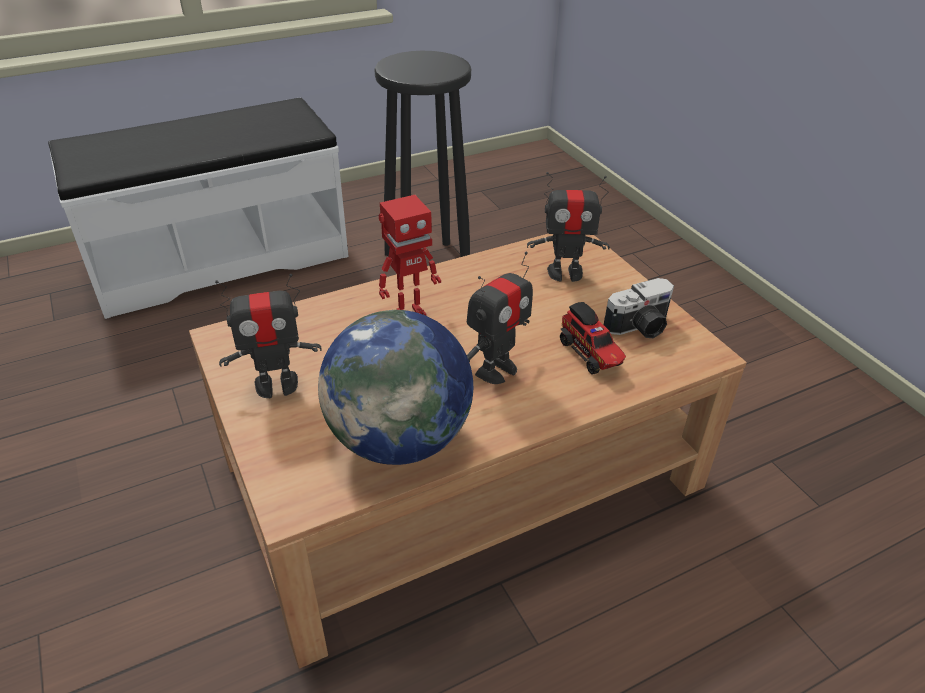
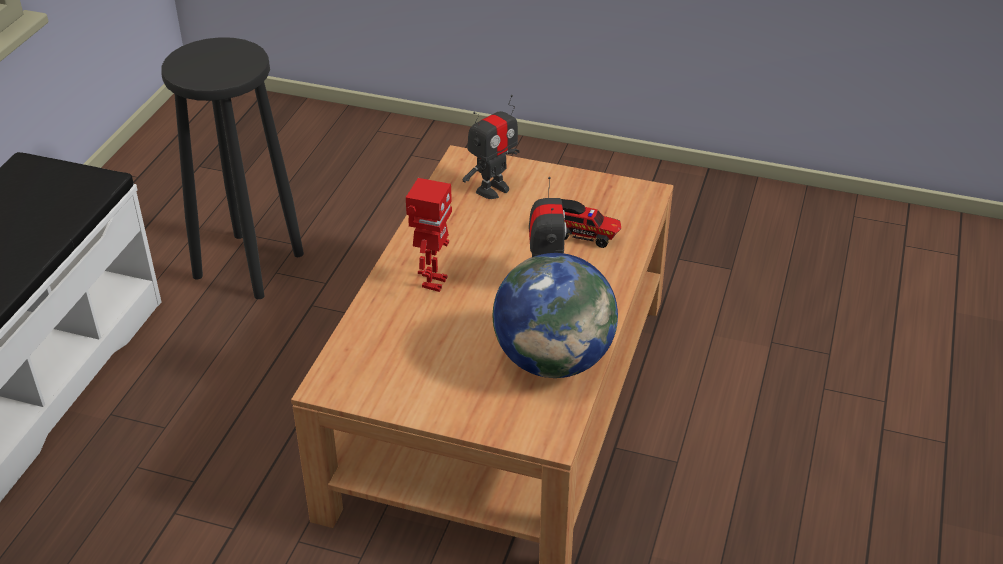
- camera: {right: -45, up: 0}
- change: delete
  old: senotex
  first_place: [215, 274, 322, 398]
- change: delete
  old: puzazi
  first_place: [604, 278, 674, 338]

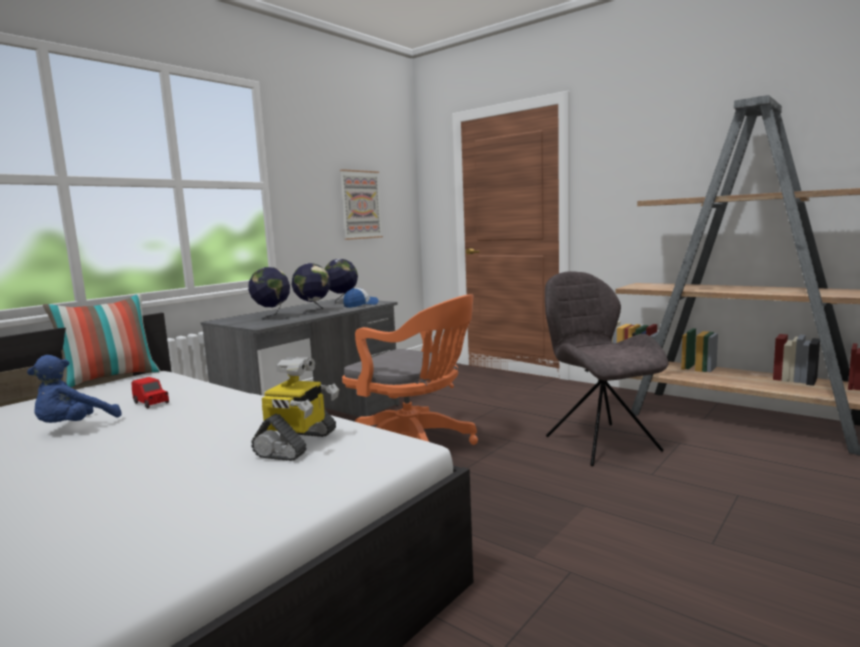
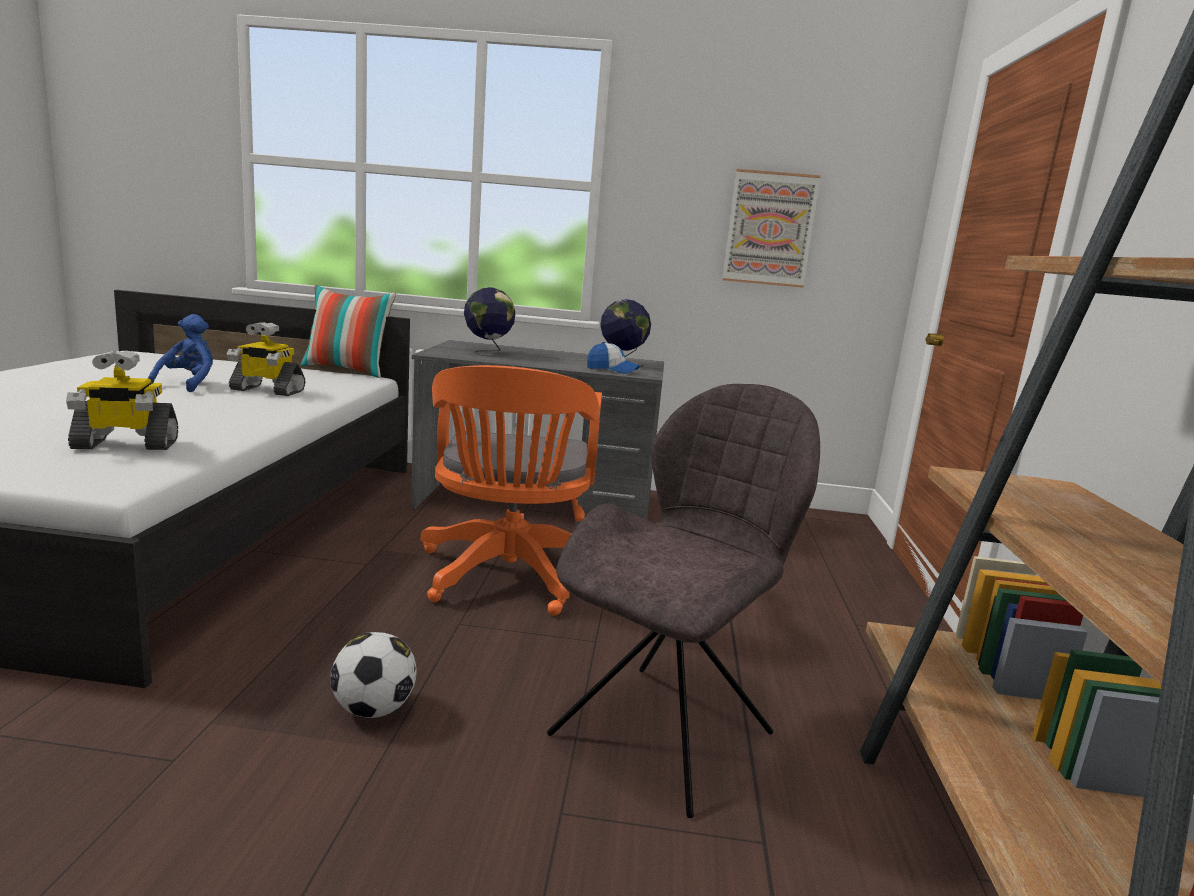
- camera: {right: 55, up: 5}
- change: delete
  old: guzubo
  first_place: [291, 263, 331, 314]
- change: rotate
  old: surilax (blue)
  first_place: [27, 355, 122, 423]
  second_place: [148, 314, 213, 392]
  degrees: 105
- change: replace
  old: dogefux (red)
  new: senotex
  first_place: [131, 377, 169, 408]
  second_place: [227, 322, 305, 396]
- change: insert
  new: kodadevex
  second_place: [330, 632, 417, 718]

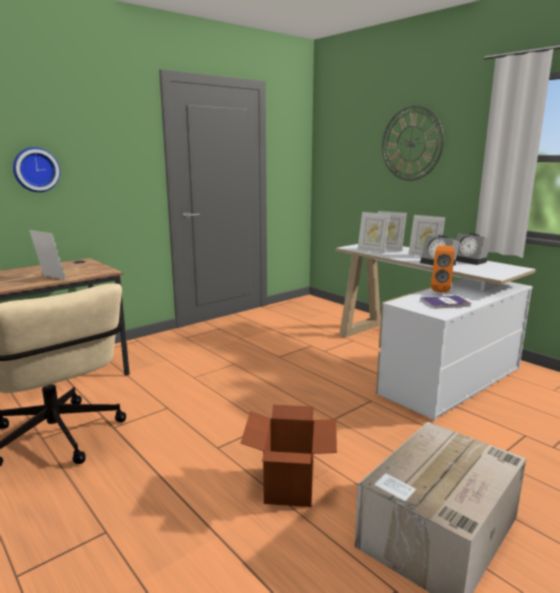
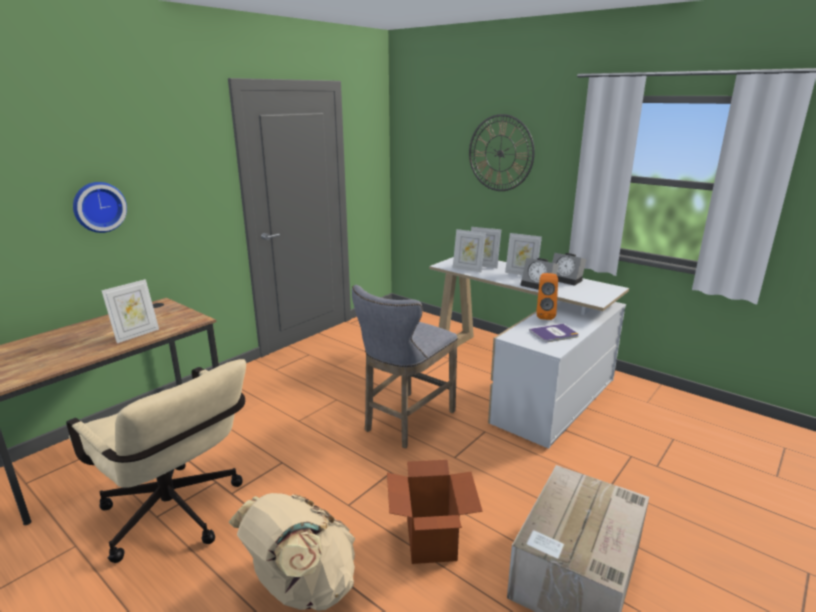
- camera: {right: -10, up: 5}
- change: rotate
  old: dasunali
  first_place: [29, 230, 66, 280]
  second_place: [101, 279, 159, 343]
  degrees: 105
- change: insert
  new: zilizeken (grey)
  second_place: [352, 285, 458, 448]
- change: insert
  new: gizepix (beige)
  second_place: [229, 493, 355, 611]

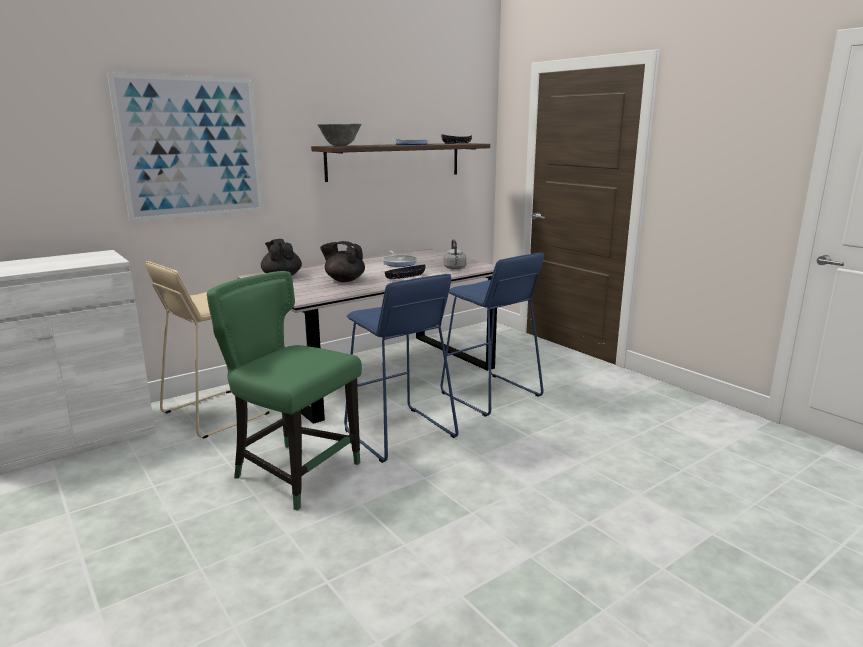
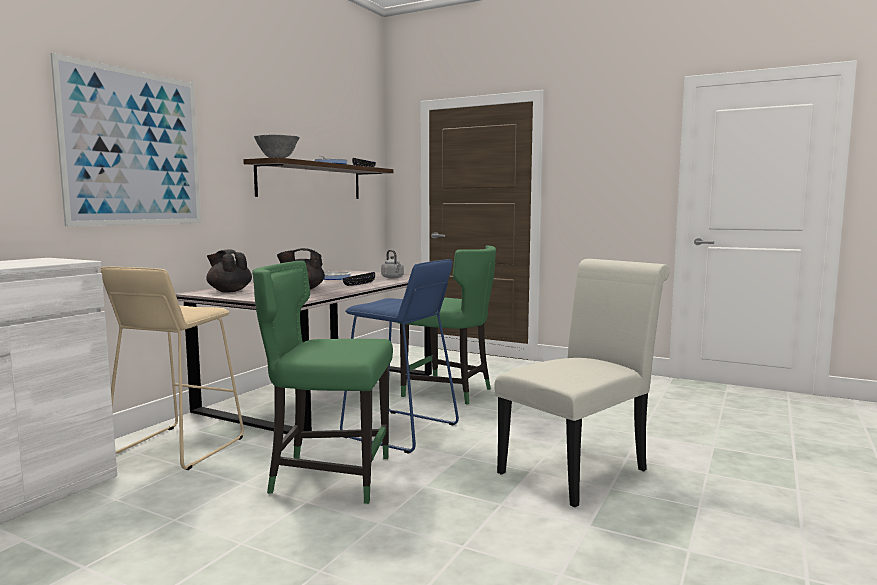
- camera: {right: -25, up: -10}
- change: replace
  old: zilizeken (blue)
  new: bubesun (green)
  first_place: [441, 253, 544, 417]
  second_place: [399, 245, 496, 405]
- change: insert
  new: bubesun (white)
  second_place: [494, 259, 670, 507]

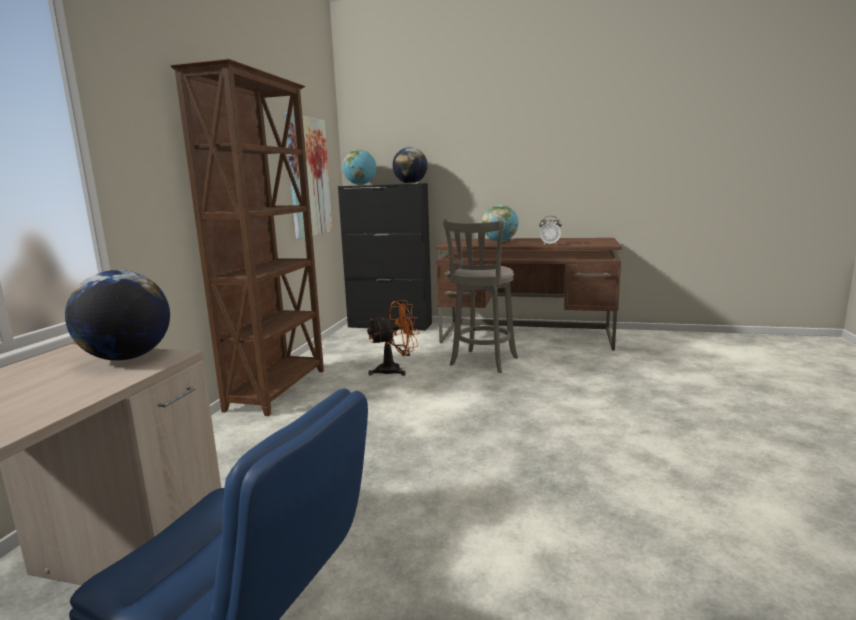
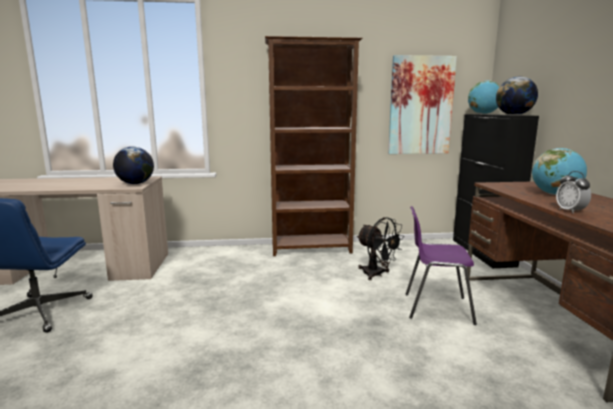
- camera: {right: 70, up: 0}
- change: replace
  old: zilizeken (grey)
  new: bubesun (purple)
  first_place: [443, 219, 518, 373]
  second_place: [405, 206, 477, 325]
- change: recolor
  old: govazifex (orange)
  new: govazifex (black)
  first_place: [367, 300, 419, 376]
  second_place: [357, 217, 404, 280]

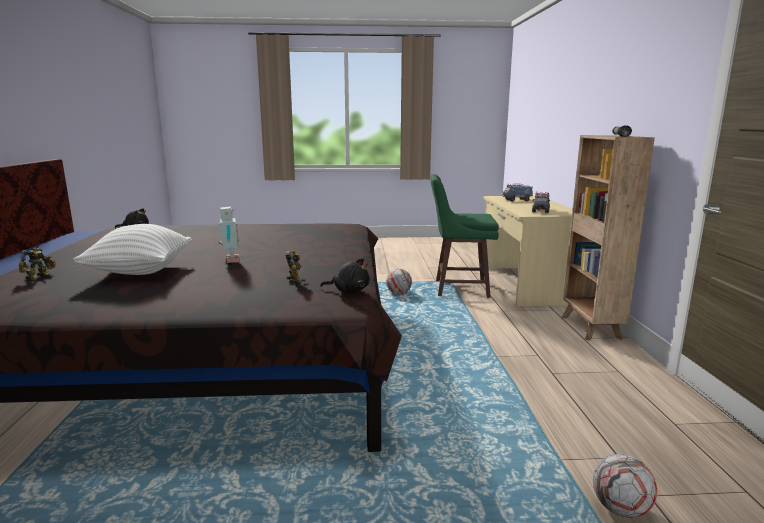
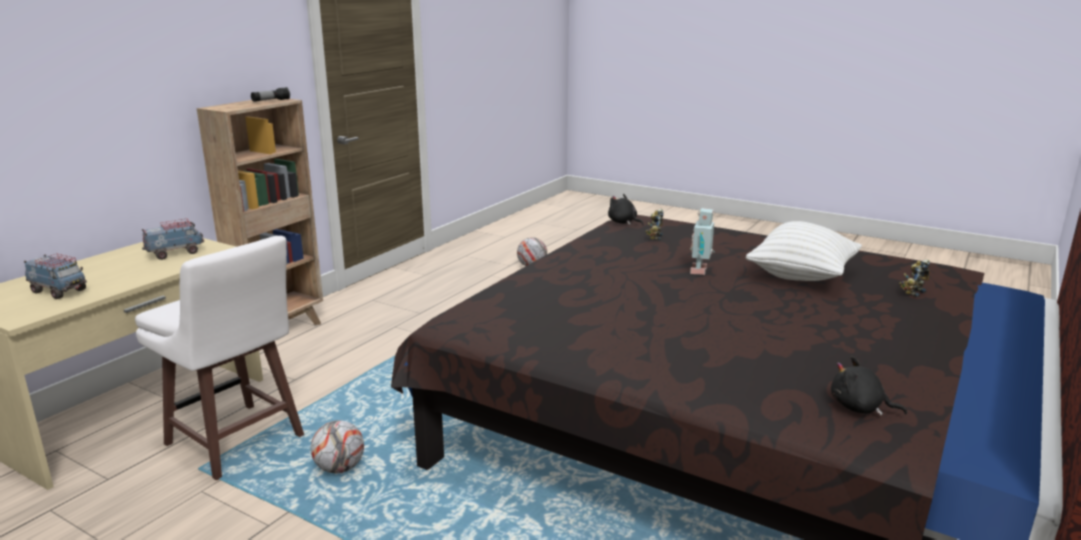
- camera: {right: -145, up: 5}
- change: recolor
  old: zilizeken (green)
  new: zilizeken (white)
  first_place: [430, 174, 499, 298]
  second_place: [135, 236, 304, 481]

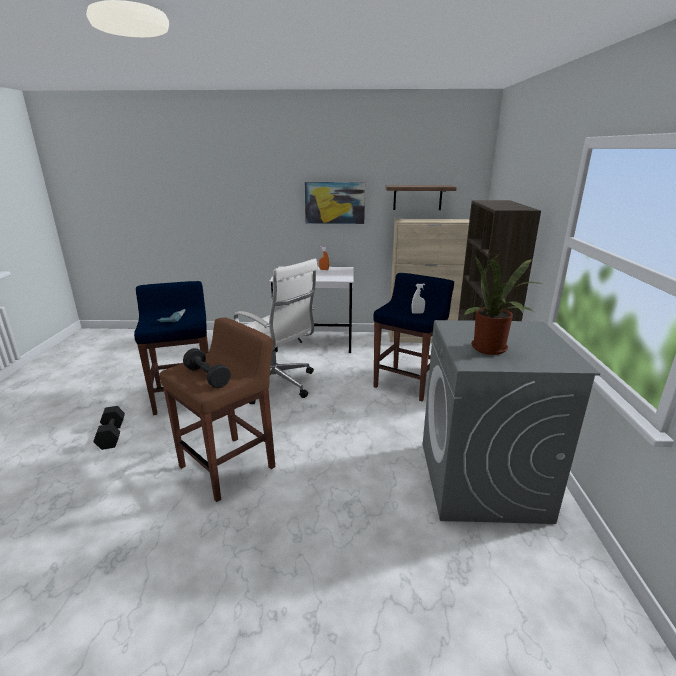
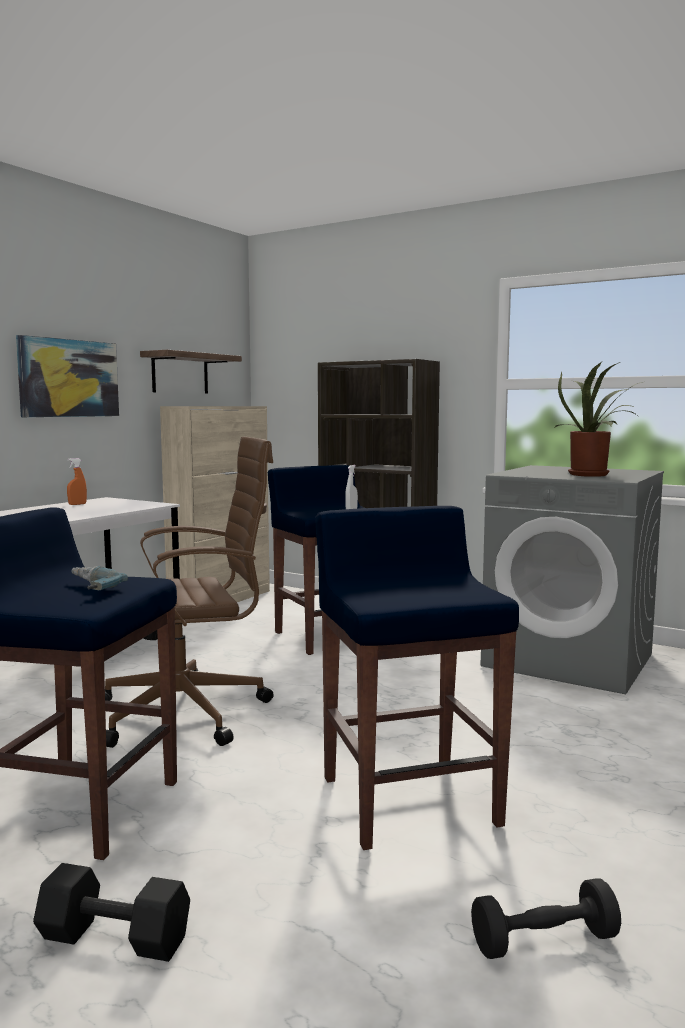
- camera: {right: -60, up: -15}
- change: recolor
  old: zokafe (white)
  new: zokafe (brown)
  first_place: [234, 258, 318, 404]
  second_place: [105, 436, 274, 748]
- change: recolor
  old: zilizeken (brown)
  new: zilizeken (blue)
  first_place: [160, 318, 275, 502]
  second_place: [316, 506, 519, 850]
- change: move
  old: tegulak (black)
  first_place: [183, 348, 231, 388]
  second_place: [471, 878, 621, 959]

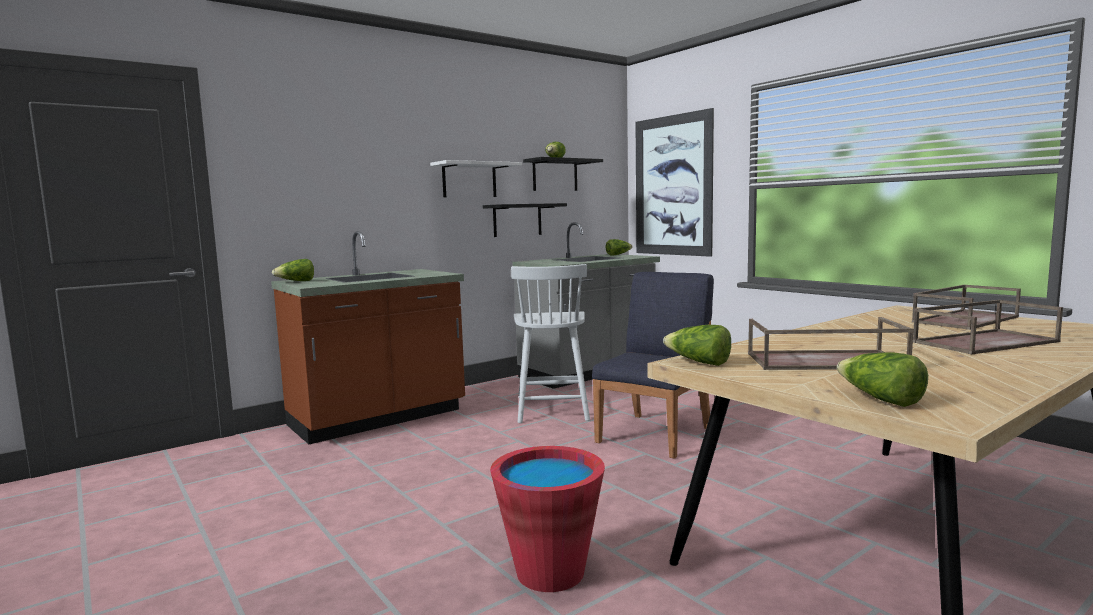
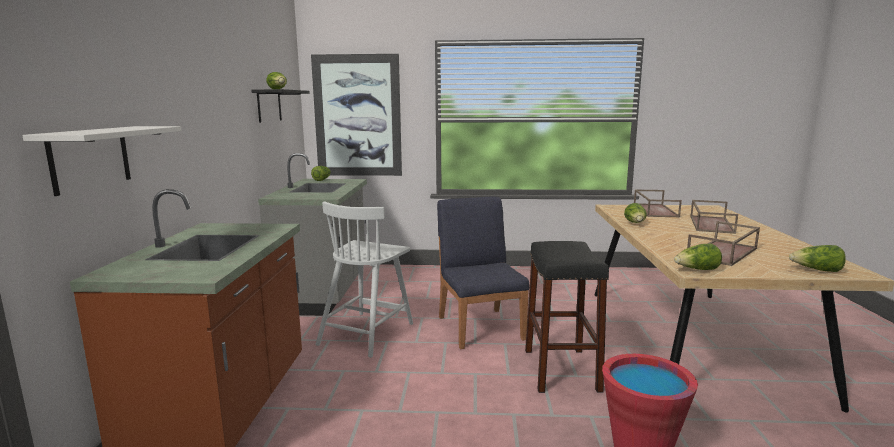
- camera: {right: -50, up: 5}
- change: move
  old: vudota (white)
  first_place: [430, 160, 522, 197]
  second_place: [23, 126, 181, 196]
- change: delete
  old: vudota (black)
  first_place: [483, 203, 567, 237]
- change: move
  old: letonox
  first_place: [272, 259, 314, 281]
  second_place: [624, 203, 647, 223]
- change: rotate
  old: bubesun (white)
  first_place: [511, 264, 590, 423]
  second_place: [316, 201, 413, 358]
  degrees: 75
- change: insert
  new: zilizeken (black)
  second_place: [525, 241, 609, 393]

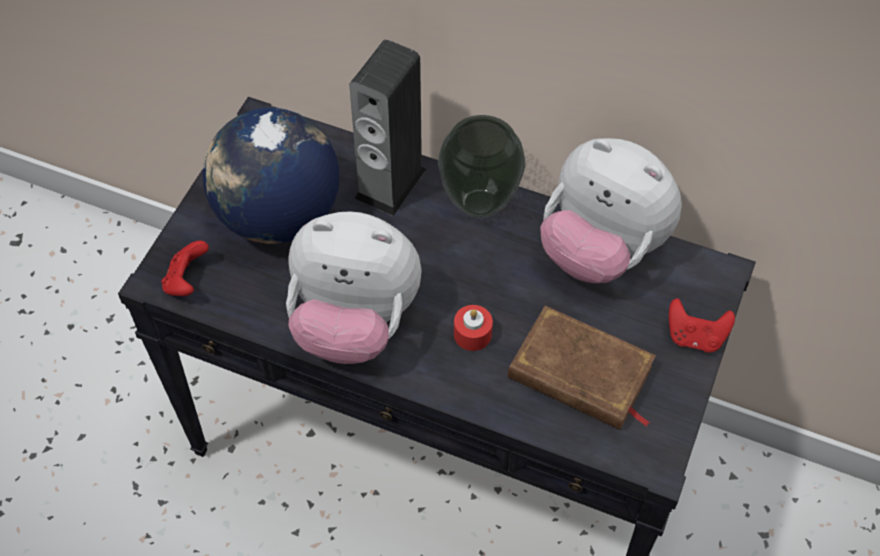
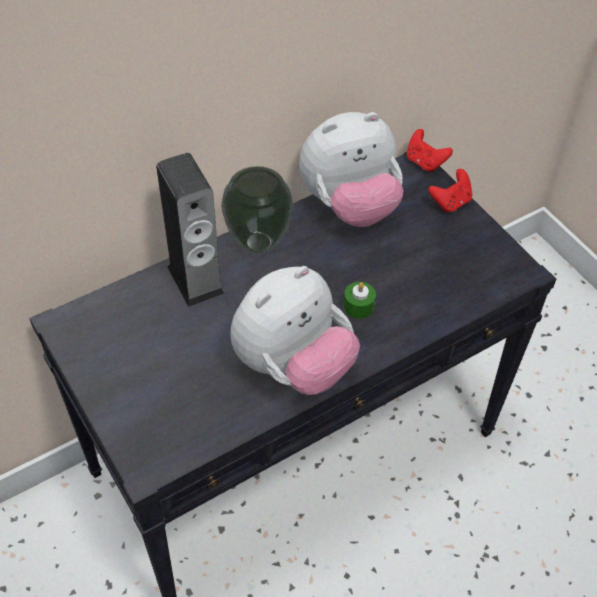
- camera: {right: -55, up: -5}
- change: delete
  old: guzubo
  first_place: [202, 108, 339, 244]
- change: move
  old: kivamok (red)
  first_place: [161, 241, 209, 296]
  second_place: [407, 129, 453, 172]
- change: recolor
  old: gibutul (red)
  new: gibutul (green)
  first_place: [454, 305, 493, 351]
  second_place: [344, 282, 376, 319]
- change: delete
  old: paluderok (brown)
  first_place: [508, 306, 656, 430]

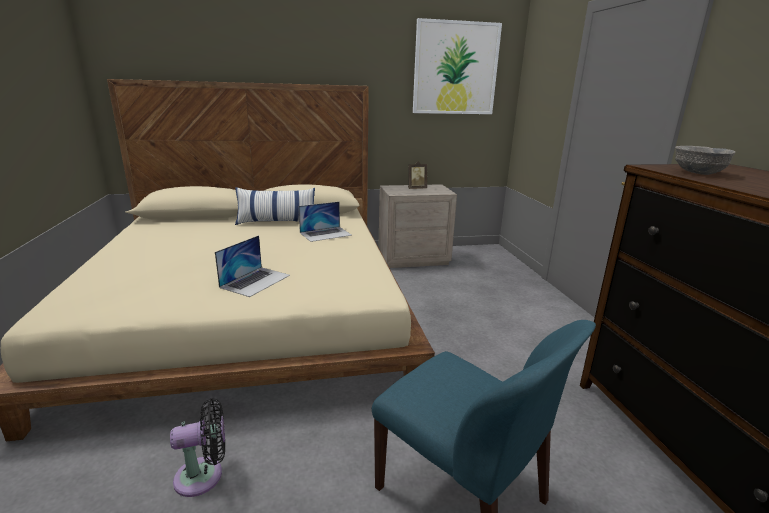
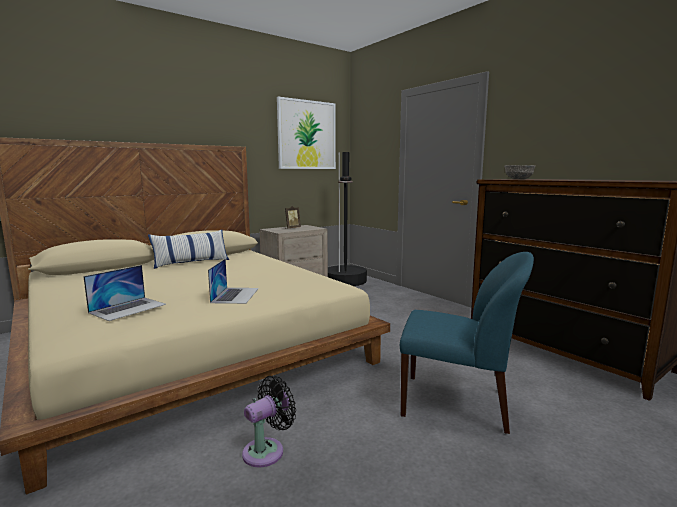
- camera: {right: -25, up: -10}
- change: move
  old: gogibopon
  first_place: [299, 202, 352, 242]
  second_place: [83, 265, 166, 321]
- change: insert
  new: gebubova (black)
  second_place: [328, 152, 367, 286]

